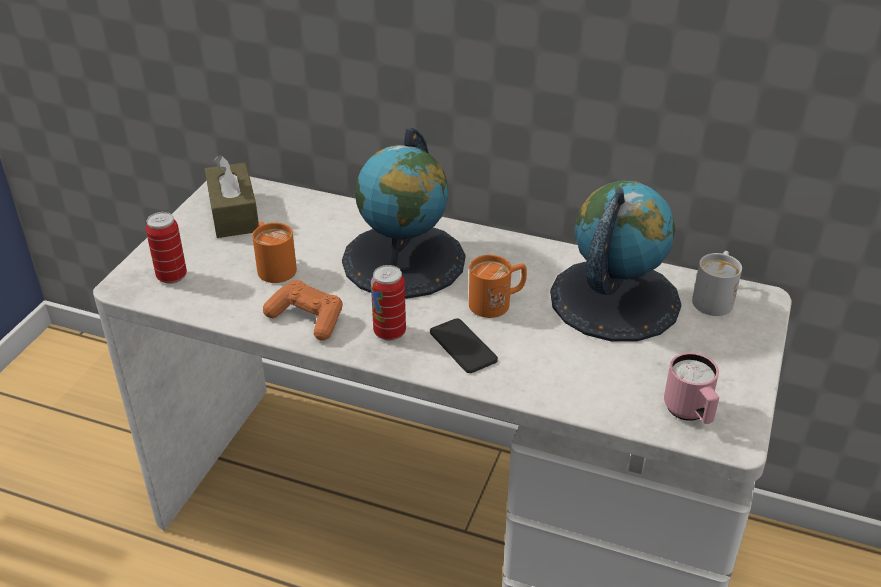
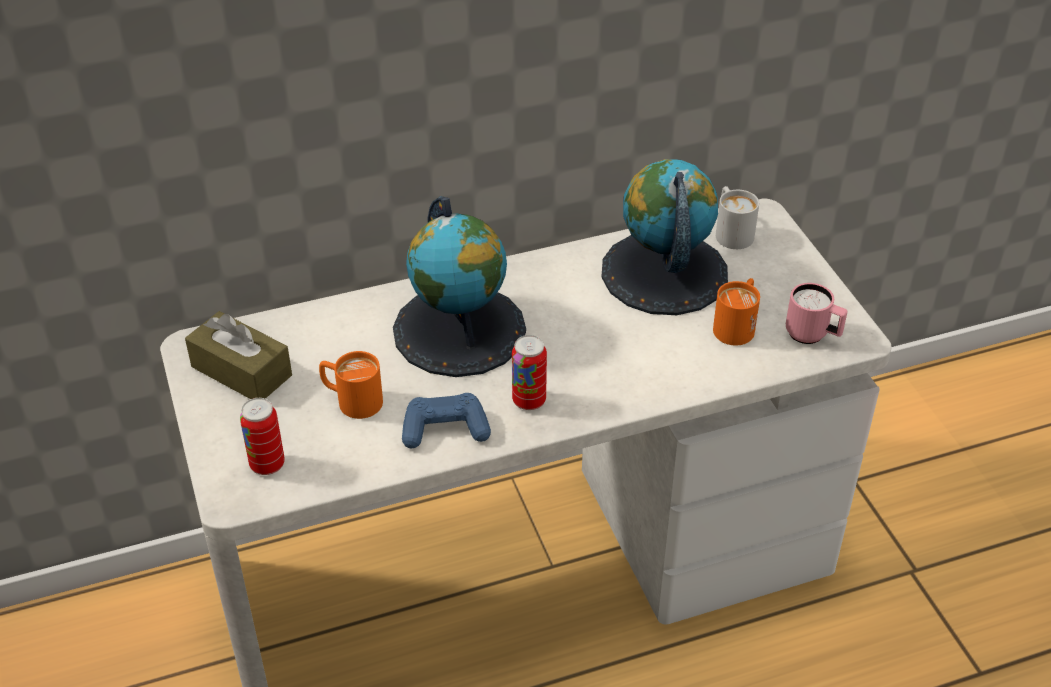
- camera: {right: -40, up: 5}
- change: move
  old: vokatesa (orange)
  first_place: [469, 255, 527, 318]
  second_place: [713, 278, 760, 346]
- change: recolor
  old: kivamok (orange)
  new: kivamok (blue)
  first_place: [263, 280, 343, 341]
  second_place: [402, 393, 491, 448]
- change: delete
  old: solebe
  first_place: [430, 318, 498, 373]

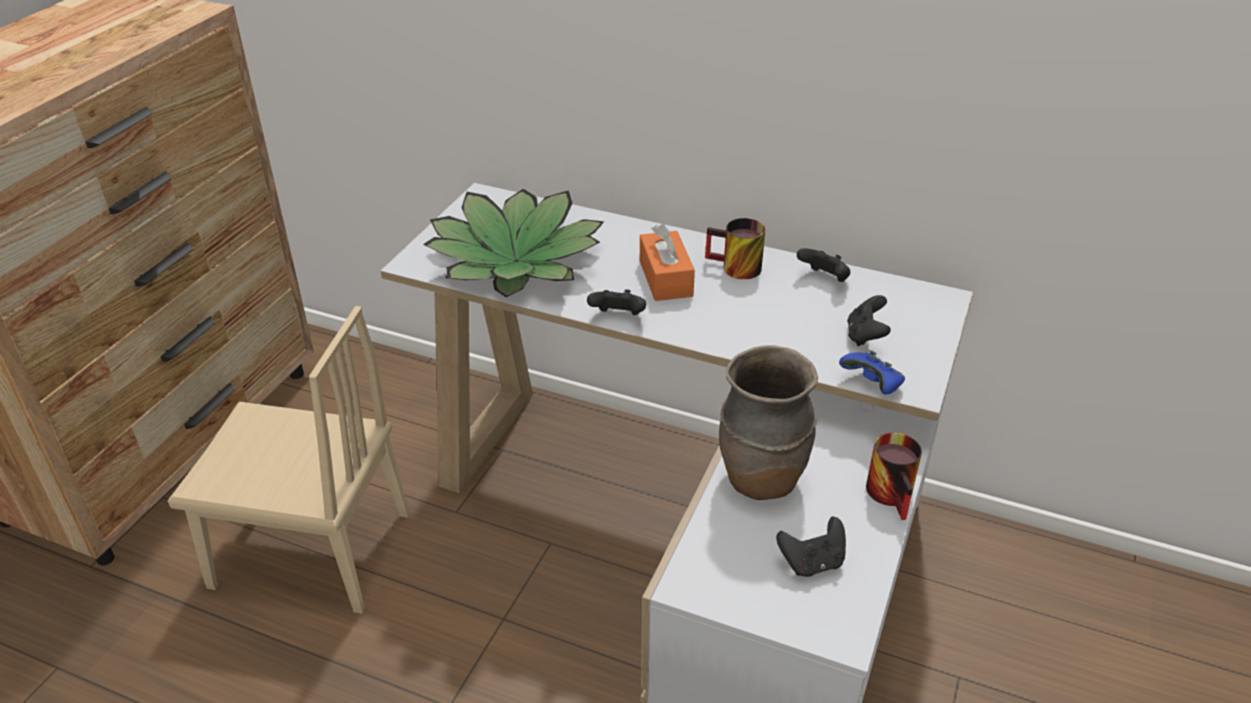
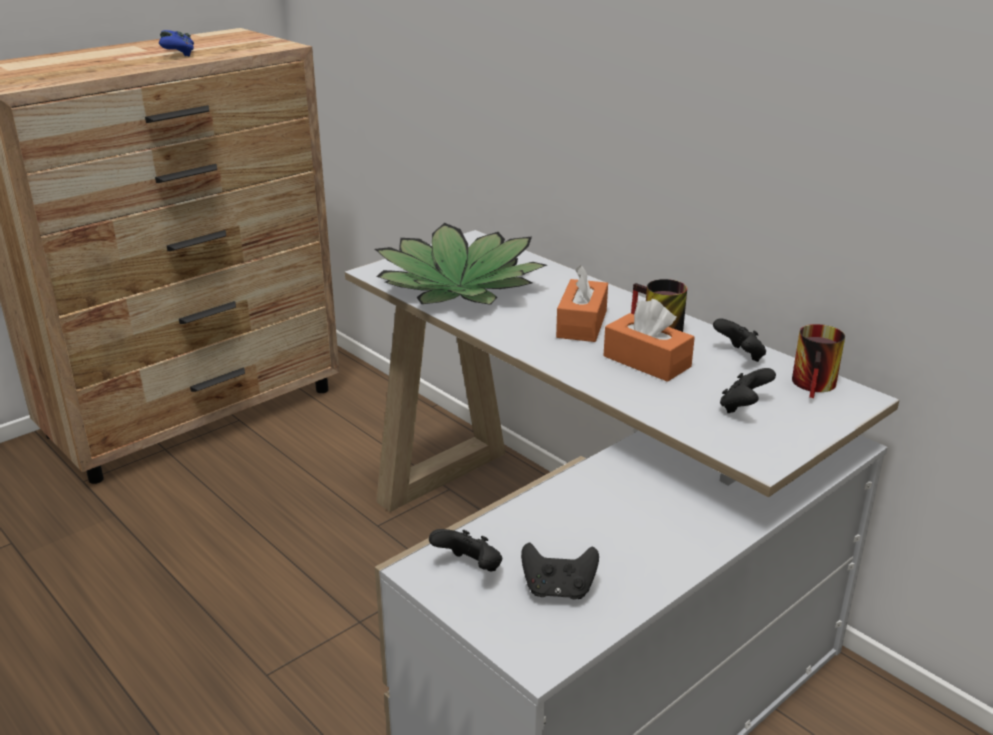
- camera: {right: 25, up: -10}
- change: move
  old: kivamok (black)
  first_place: [587, 289, 646, 315]
  second_place: [429, 529, 502, 571]
- change: delete
  old: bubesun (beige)
  first_place: [168, 306, 410, 614]
- change: delete
  old: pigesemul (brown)
  first_place: [719, 345, 818, 500]
- change: move
  old: kivamok (blue)
  first_place: [839, 350, 905, 395]
  second_place: [159, 30, 194, 57]
- change: move
  old: vokatesa
  first_place: [866, 432, 922, 520]
  second_place: [792, 324, 845, 398]
- change: insert
  new: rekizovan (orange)
  second_place: [603, 299, 695, 382]

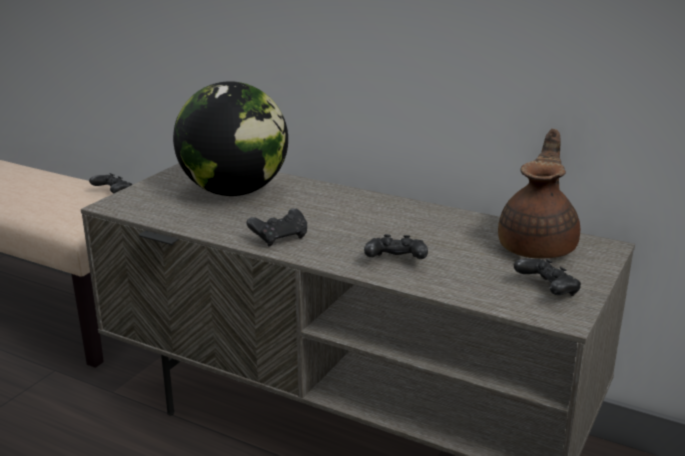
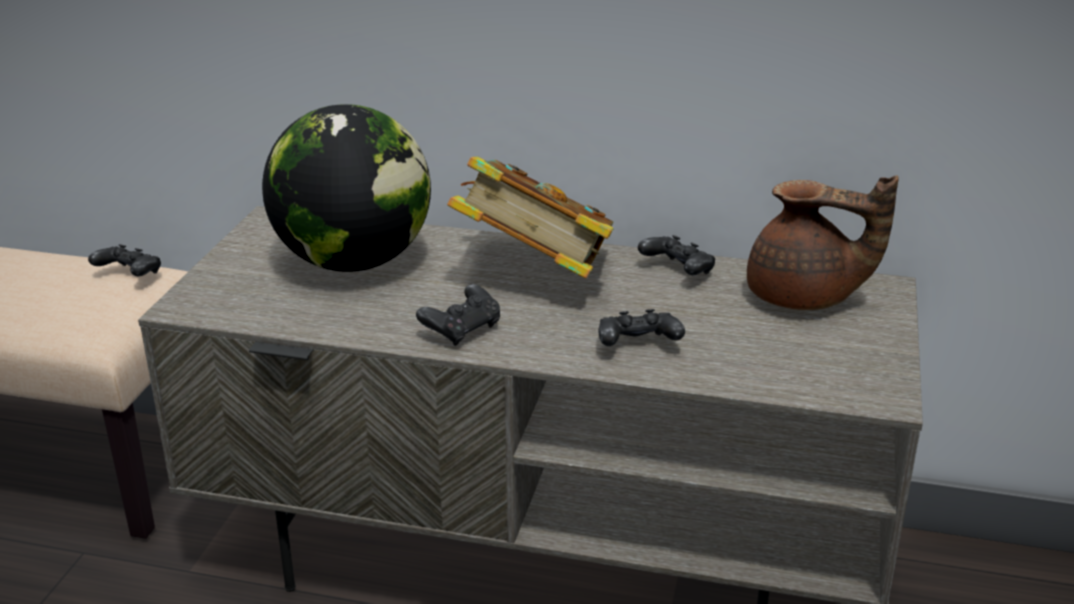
- camera: {right: -15, up: 5}
- change: rotate
  old: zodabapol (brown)
  first_place: [498, 129, 580, 259]
  second_place: [747, 176, 899, 310]
  degrees: 105
- change: move
  old: kivamok (black)
  first_place: [514, 258, 581, 296]
  second_place: [638, 235, 715, 275]
- change: insert
  new: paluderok
  second_place: [447, 156, 613, 279]

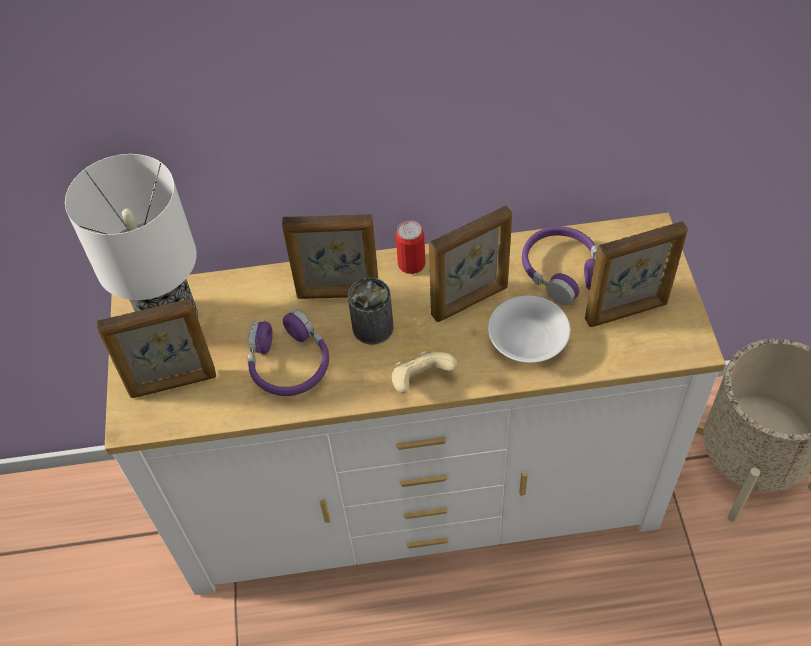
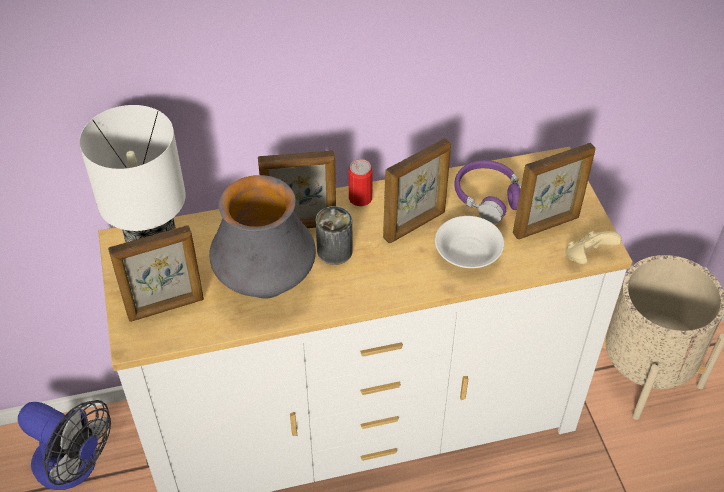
- camera: {right: -10, up: -5}
- change: replace
  old: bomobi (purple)
  new: pigesemul
  first_place: [248, 309, 329, 396]
  second_place: [209, 175, 316, 299]
- change: move
  old: kivamok (beige)
  first_place: [392, 351, 457, 394]
  second_place: [565, 231, 622, 264]
- change: insert
  new: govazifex
  second_place: [18, 400, 111, 490]

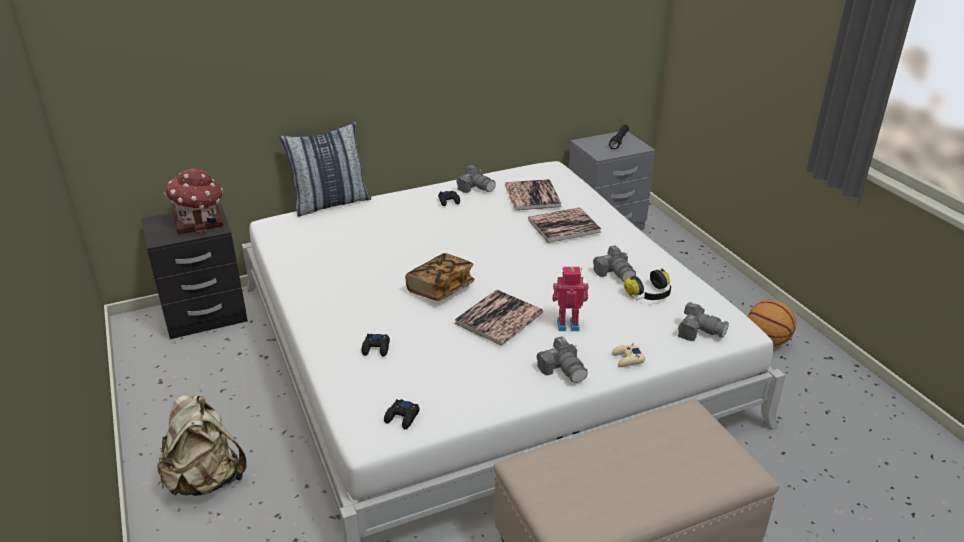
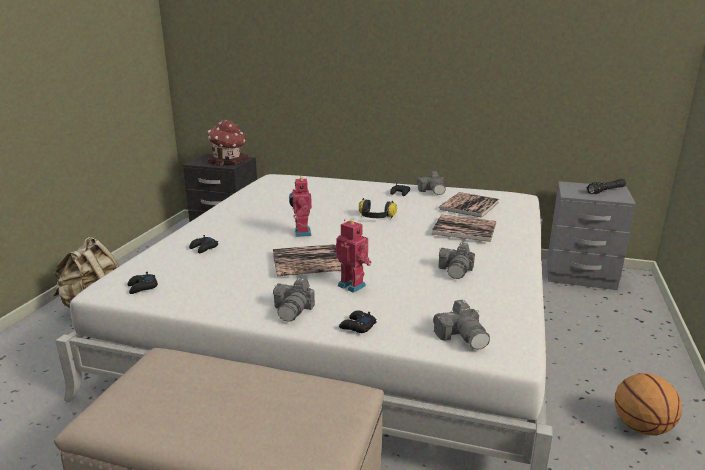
- camera: {right: 40, up: -10}
- change: delete
  old: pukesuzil
  first_place: [279, 122, 371, 217]
- change: replace
  old: paluderok
  new: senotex
  first_place: [405, 253, 474, 301]
  second_place: [289, 176, 312, 237]
- change: move
  old: bomobi
  first_place: [624, 268, 671, 300]
  second_place: [359, 198, 397, 220]
- change: recolor
  old: kivamok (beige)
  new: kivamok (black)
  first_place: [612, 343, 646, 367]
  second_place: [339, 311, 377, 333]

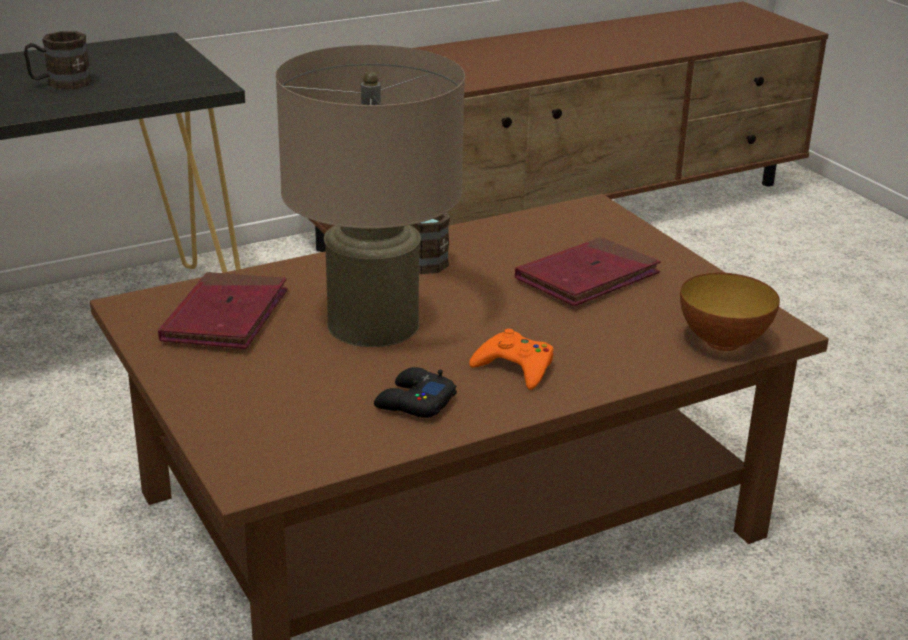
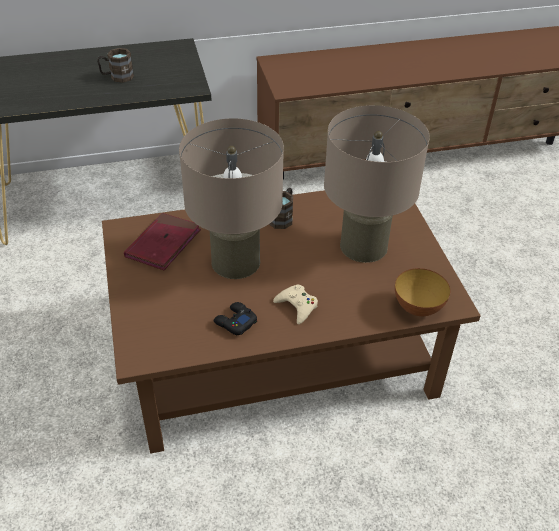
- camera: {right: 15, up: 15}
- change: replace
  old: paluderok (red)
  new: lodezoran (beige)
  first_place: [515, 237, 661, 306]
  second_place: [324, 105, 430, 263]
- change: recolor
  old: kivamok (orange)
  new: kivamok (beige)
  first_place: [469, 329, 554, 390]
  second_place: [273, 285, 318, 325]

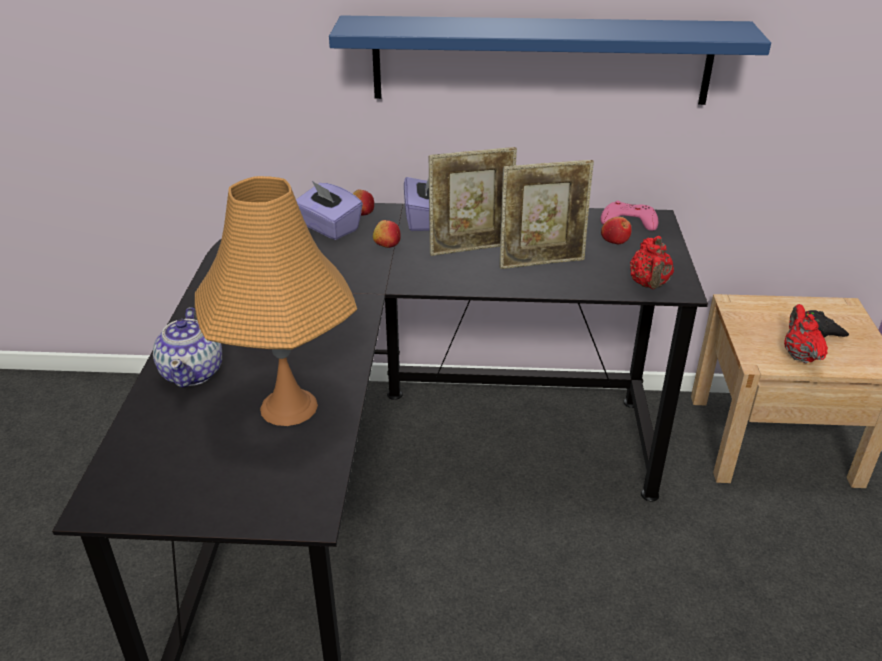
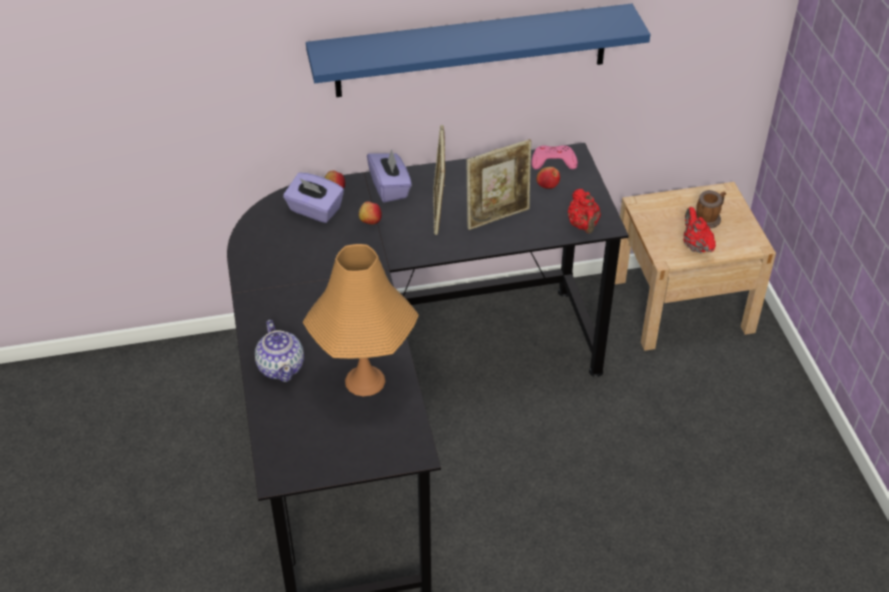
- camera: {right: -15, up: 10}
- change: rotate
  old: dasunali
  first_place: [429, 147, 517, 256]
  second_place: [433, 125, 445, 235]
  degrees: 120
- change: replace
  old: kivamok (black)
  new: vokatesa
  first_place: [805, 310, 849, 338]
  second_place: [696, 190, 726, 228]

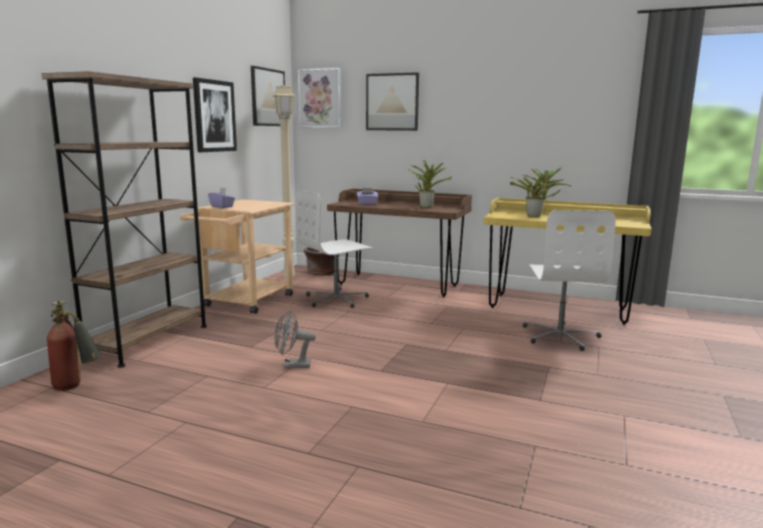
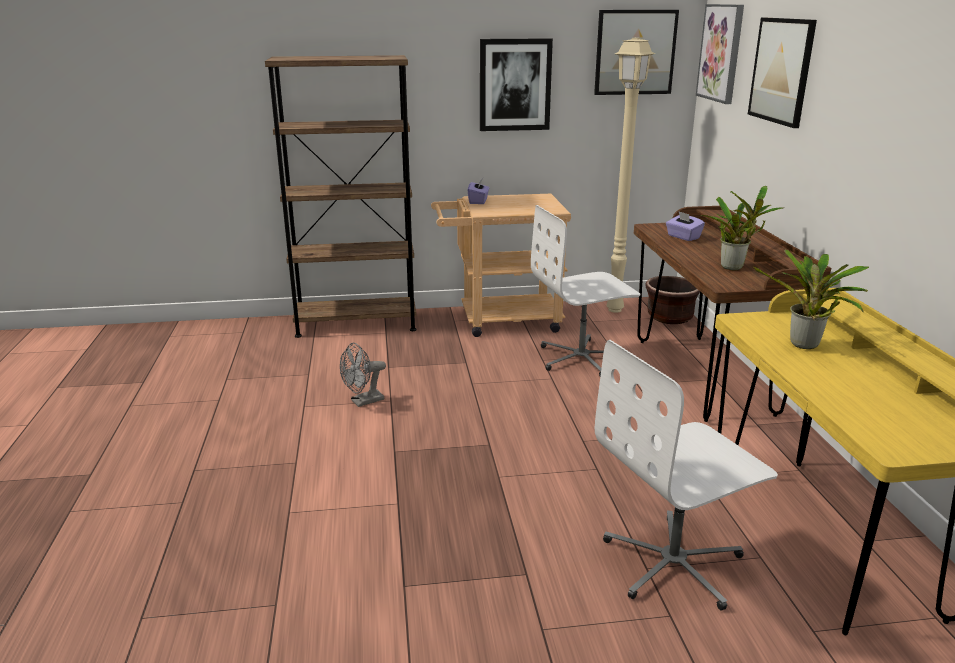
- camera: {right: 60, up: 10}
- change: rotate
  old: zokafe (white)
  first_place: [296, 189, 374, 308]
  second_place: [531, 205, 640, 376]
  degrees: -45
- change: delete
  old: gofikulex
  first_place: [47, 301, 102, 391]
- change: rotate
  old: govazifex (grey)
  first_place: [274, 311, 316, 368]
  second_place: [340, 343, 386, 407]
  degrees: -90

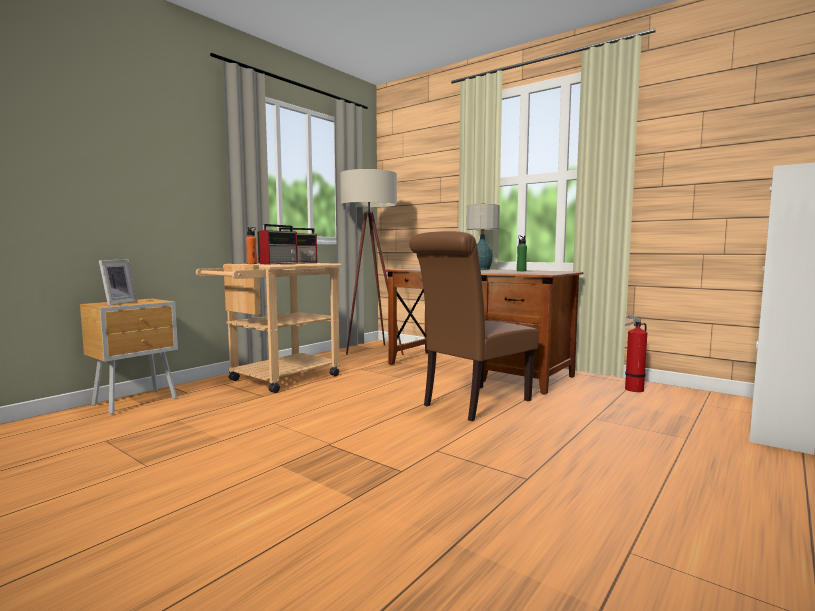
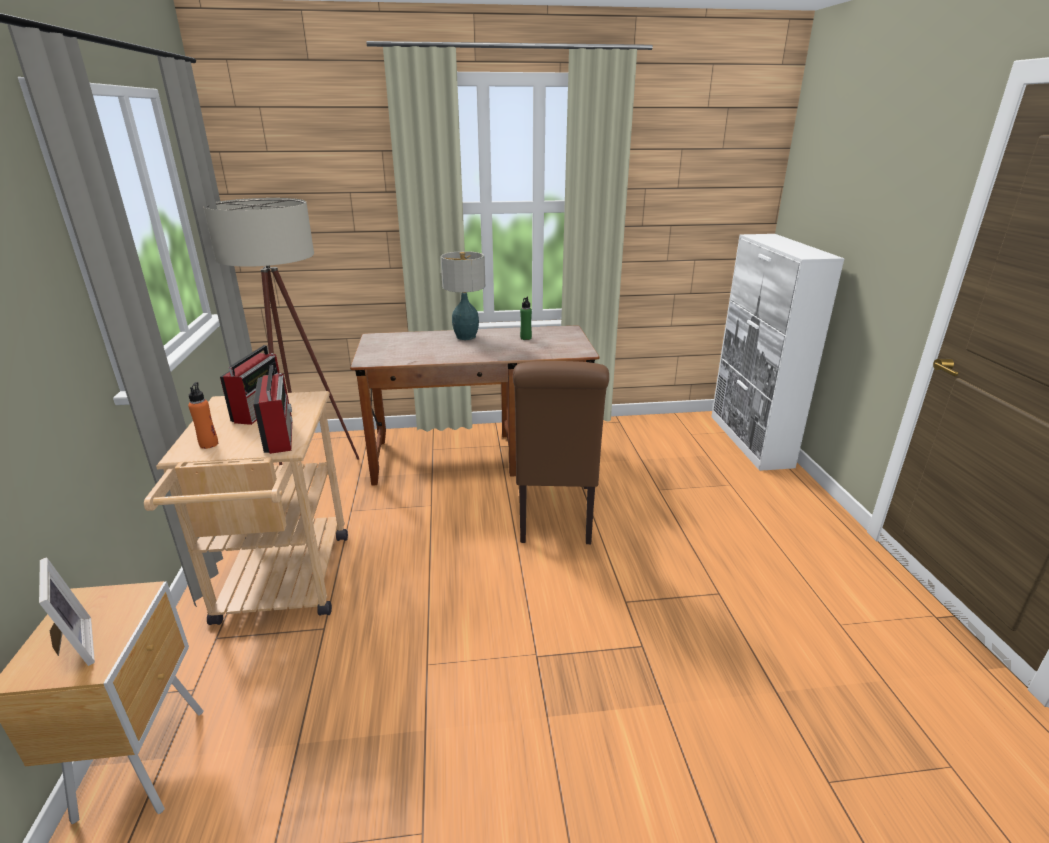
- camera: {right: -45, up: 20}
- change: delete
  old: gofikulex
  first_place: [625, 315, 647, 392]

